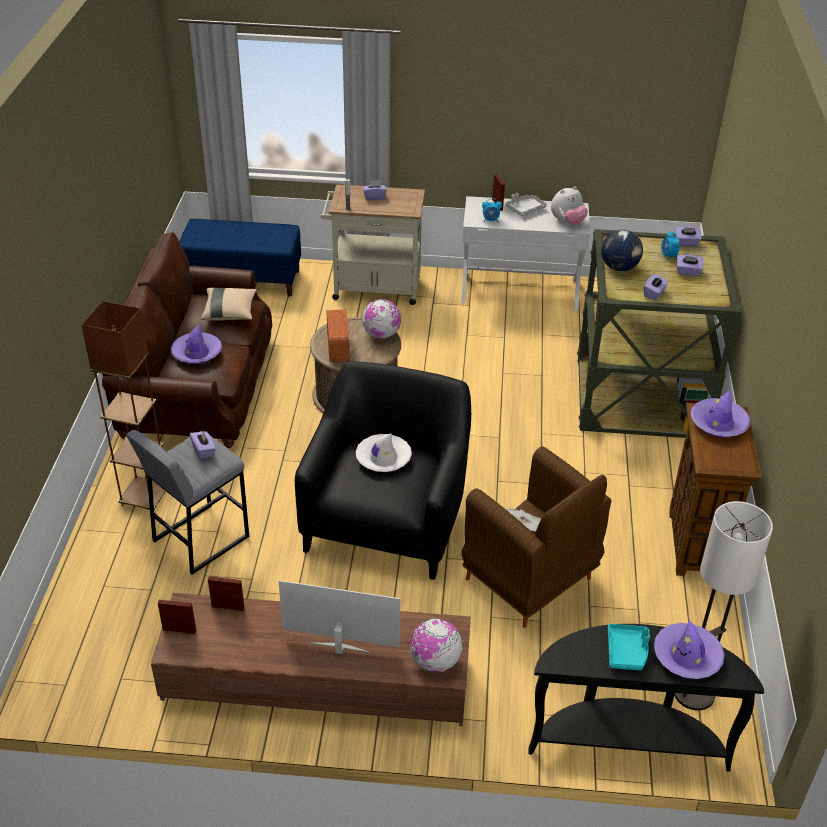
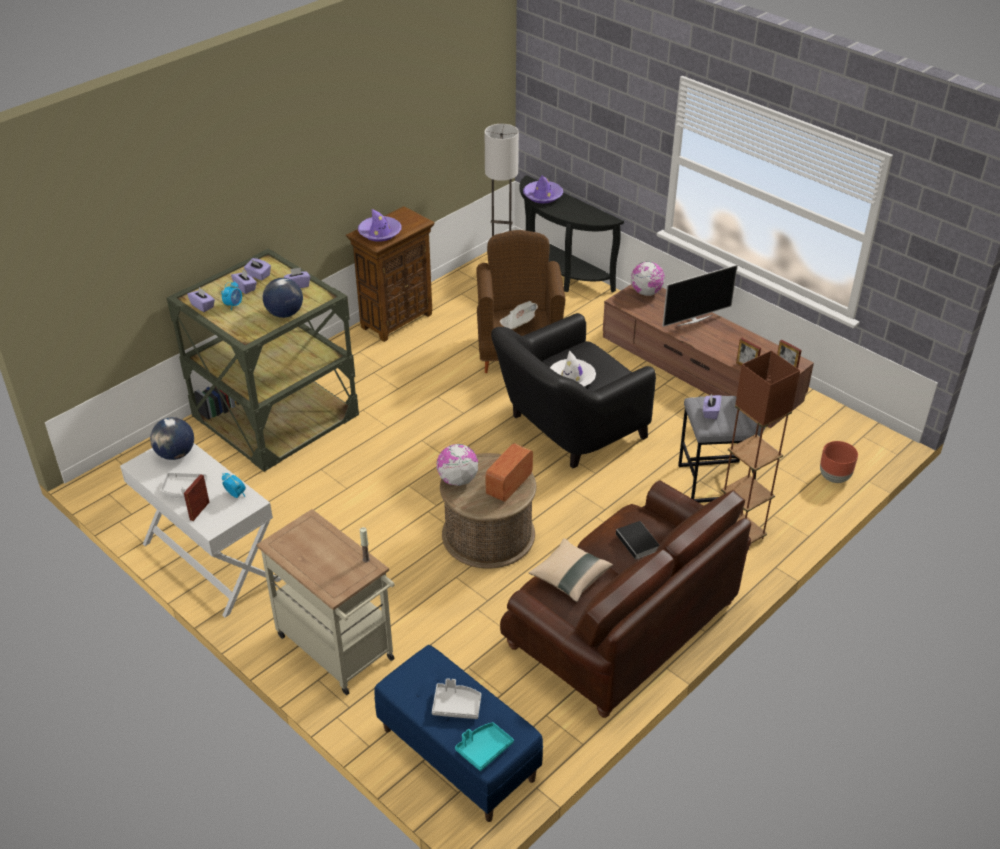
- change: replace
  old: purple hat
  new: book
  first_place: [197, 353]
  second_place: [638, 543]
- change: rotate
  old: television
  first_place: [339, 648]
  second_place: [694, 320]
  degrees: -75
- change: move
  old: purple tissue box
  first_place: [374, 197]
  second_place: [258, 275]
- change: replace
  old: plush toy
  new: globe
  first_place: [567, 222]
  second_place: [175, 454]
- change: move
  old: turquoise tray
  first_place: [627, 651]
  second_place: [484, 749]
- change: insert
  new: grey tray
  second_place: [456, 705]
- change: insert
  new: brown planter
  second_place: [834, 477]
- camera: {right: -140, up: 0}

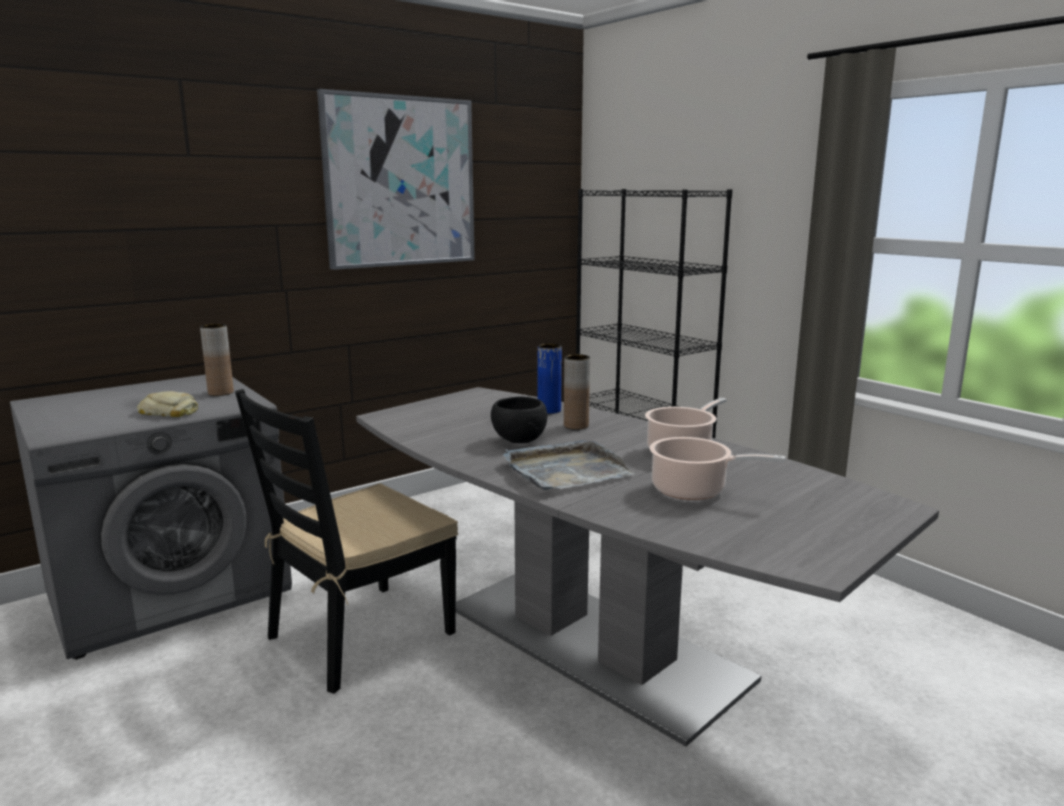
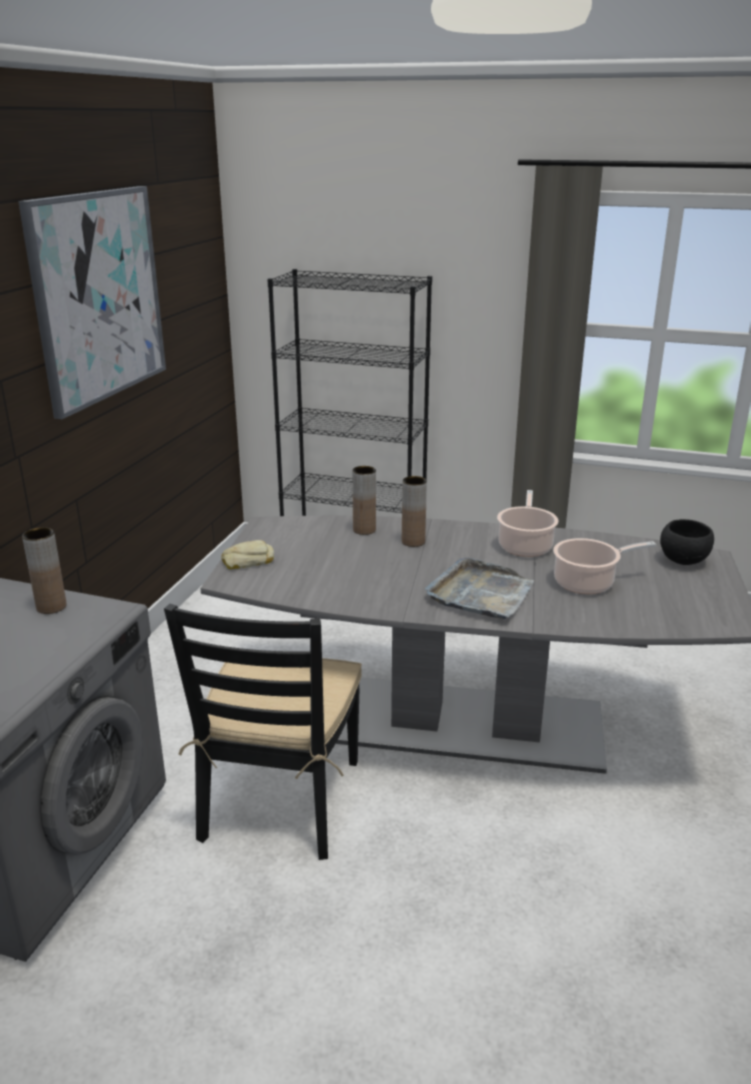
- change: move
  old: bread
  first_place: [169, 412]
  second_place: [247, 561]
- change: move
  old: black bowl
  first_place: [520, 440]
  second_place: [683, 560]
- change: recolor
  old: blue vase
  new: brown vase
  first_place: [549, 410]
  second_place: [364, 530]
- camera: {right: -35, up: 10}

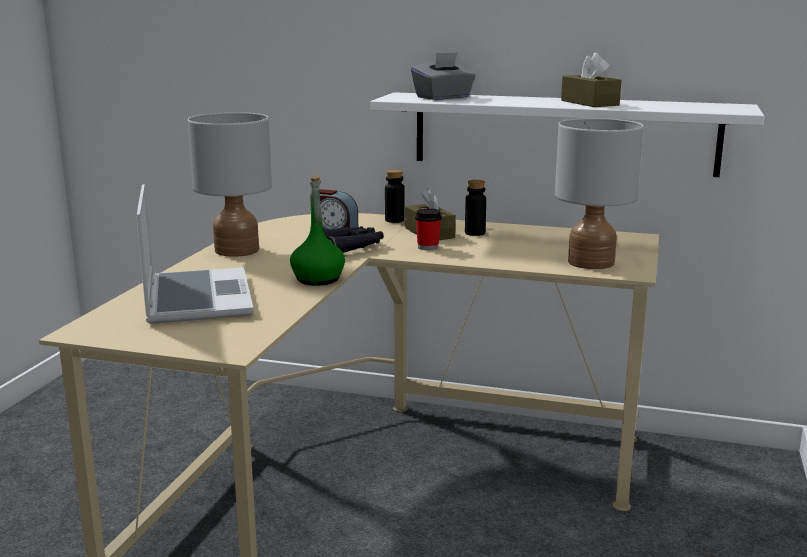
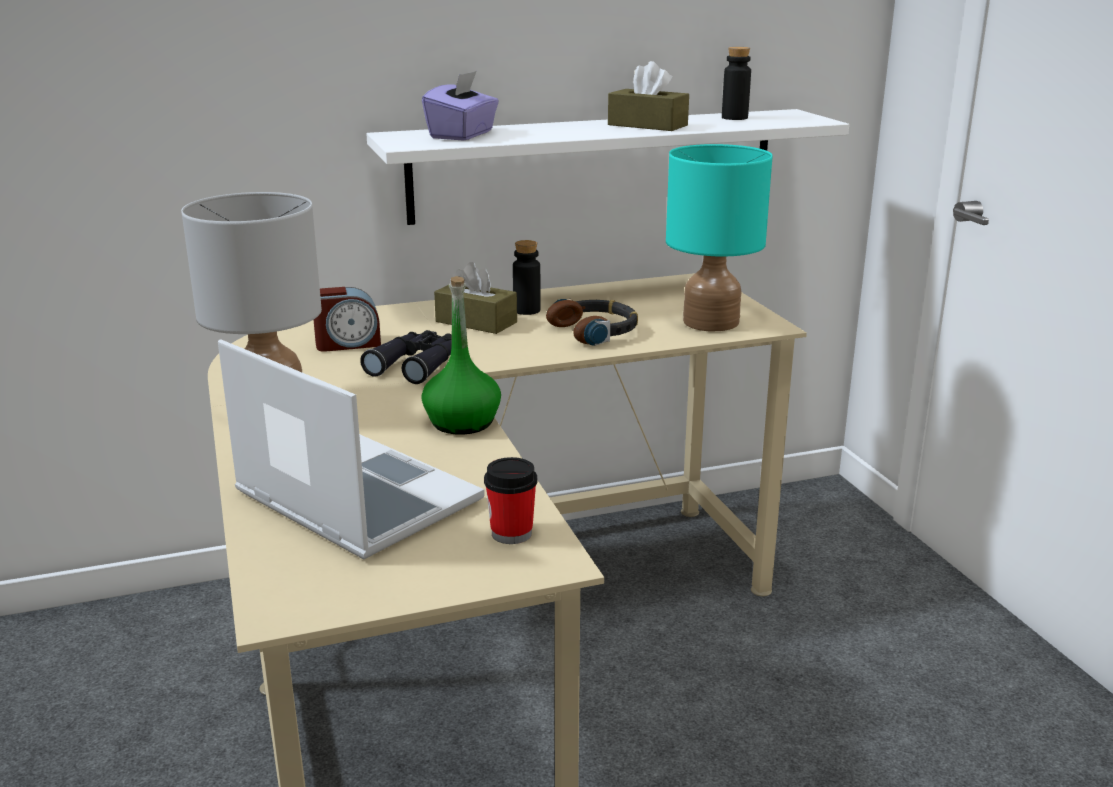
- change: move
  old: black bottle
  first_place: [394, 220]
  second_place: [734, 118]
- change: recolor
  old: grey tissue box
  new: purple tissue box
  first_place: [443, 97]
  second_place: [462, 135]
- change: move
  old: cup
  first_place: [428, 247]
  second_place: [511, 533]
- change: recolor
  old: grey table lamp
  new: turquoise table lamp
  first_place: [590, 262]
  second_place: [709, 322]
- change: insert
  new: headphones
  second_place: [595, 331]
- camera: {right: -35, up: 5}

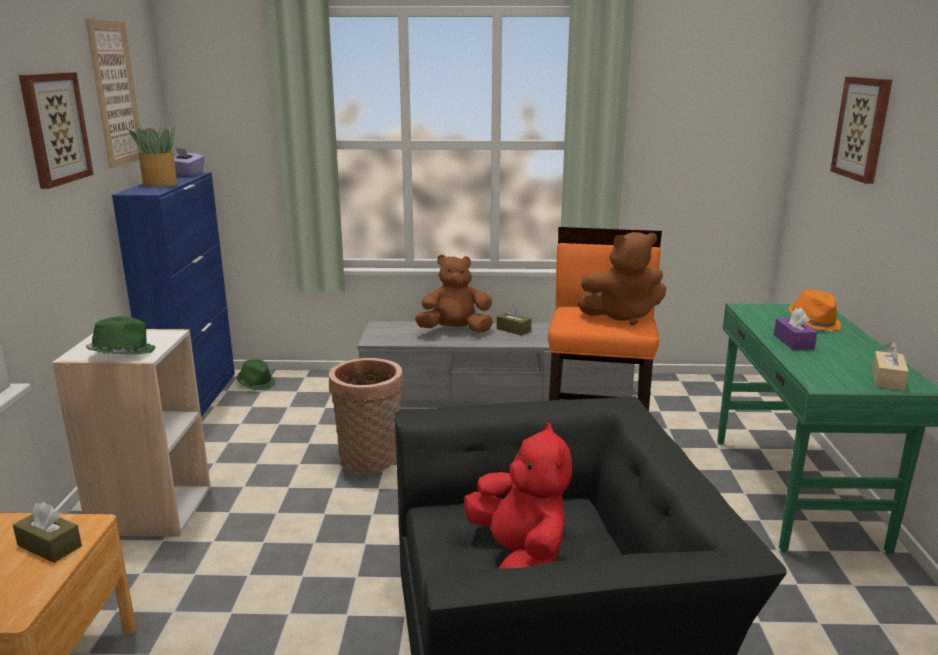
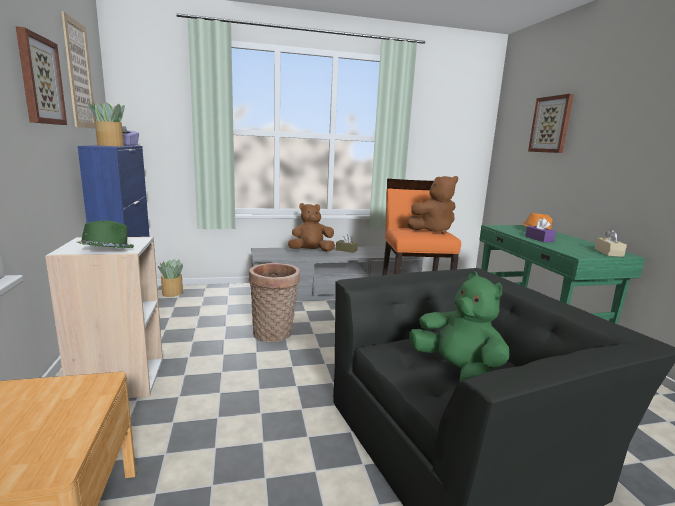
- change: delete
  old: brown tissue box
  first_place: [49, 546]
- change: replace
  old: green hat
  new: potted plant
  first_place: [256, 383]
  second_place: [172, 293]
- change: recolor
  old: red plush toy
  new: green plush toy
  first_place: [520, 559]
  second_place: [457, 373]
- camera: {right: -15, up: -5}

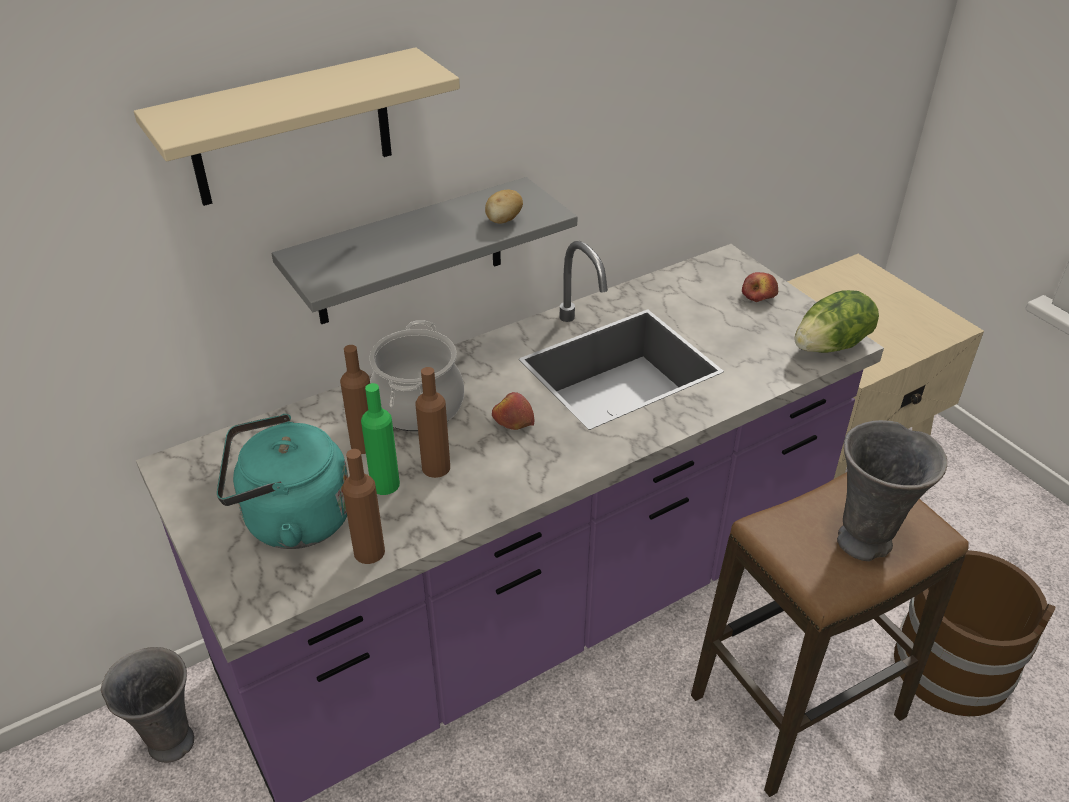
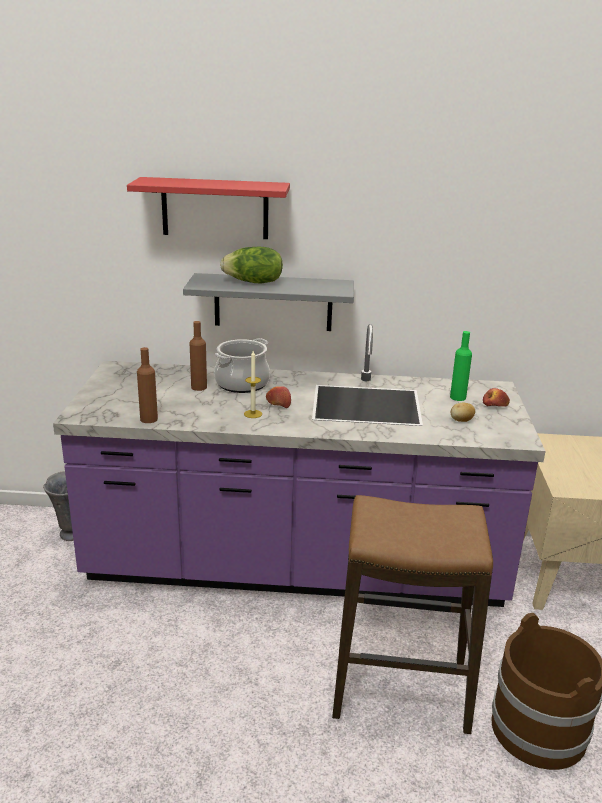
- change: recolor
  old: beige shelf
  new: red shelf
  first_place: [291, 129]
  second_place: [215, 208]
- change: delete
  old: turquoise kettle
  first_place: [291, 520]
- change: move
  old: green bottle
  first_place: [385, 484]
  second_place: [458, 397]
- change: delete
  old: brown bottle
  first_place: [436, 467]
- change: move
  old: potato
  first_place: [503, 221]
  second_place: [461, 421]
- change: move
  old: lettuce
  first_place: [832, 345]
  second_place: [254, 282]
- change: delete
  old: grey vase
  first_place: [866, 543]
- change: insert
  new: candle
  second_place: [253, 414]
- camera: {right: 35, up: -15}

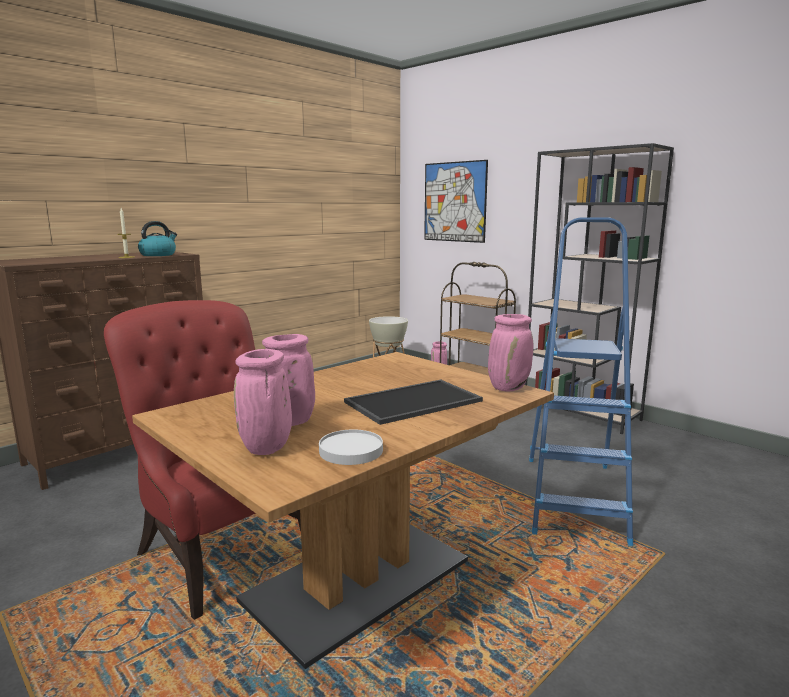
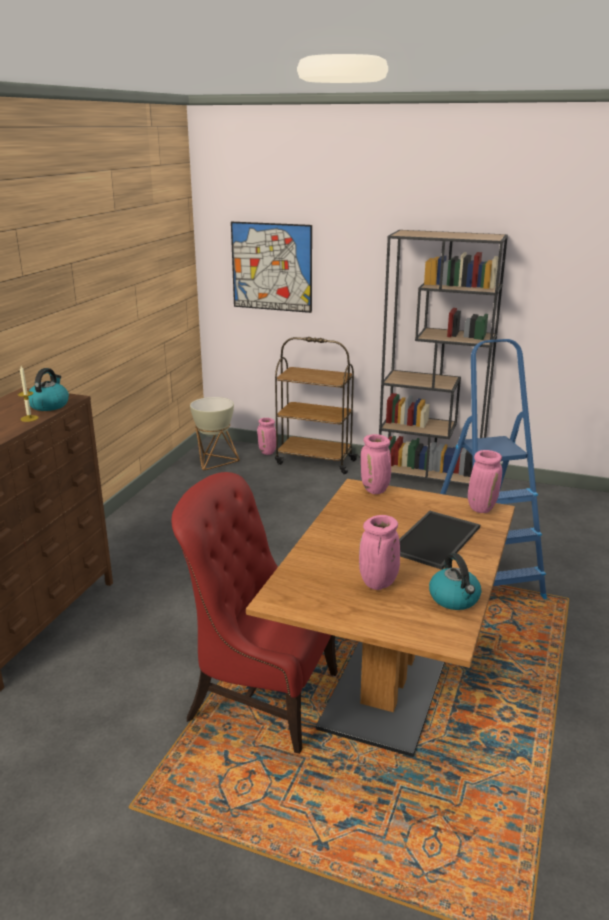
- change: move
  old: pink vase
  first_place: [266, 449]
  second_place: [375, 490]
- change: replace
  old: white plate
  new: kettle
  first_place: [351, 450]
  second_place: [454, 599]
- camera: {right: -25, up: 10}

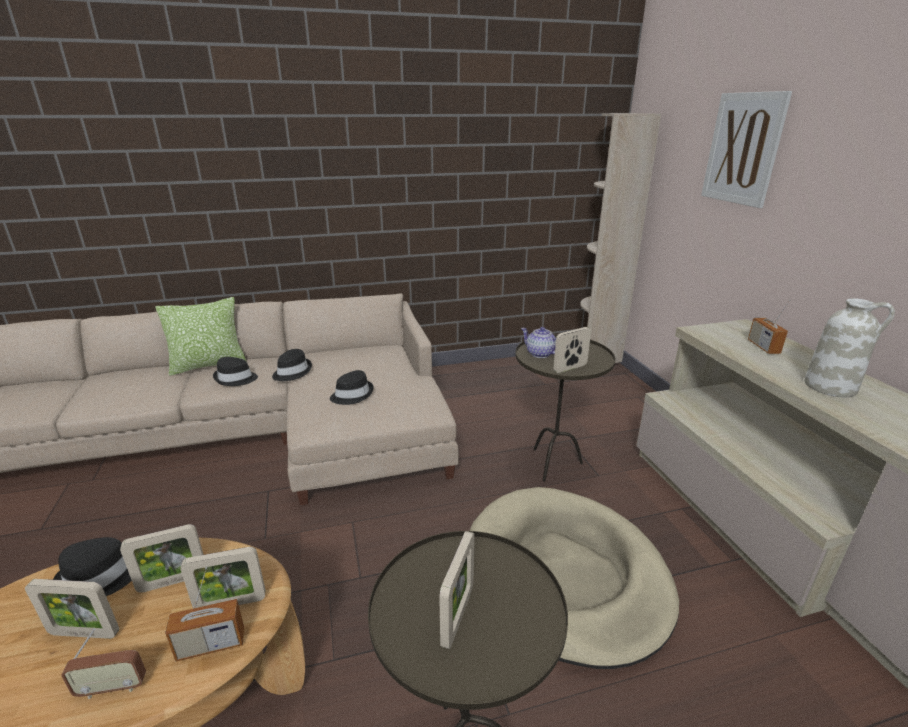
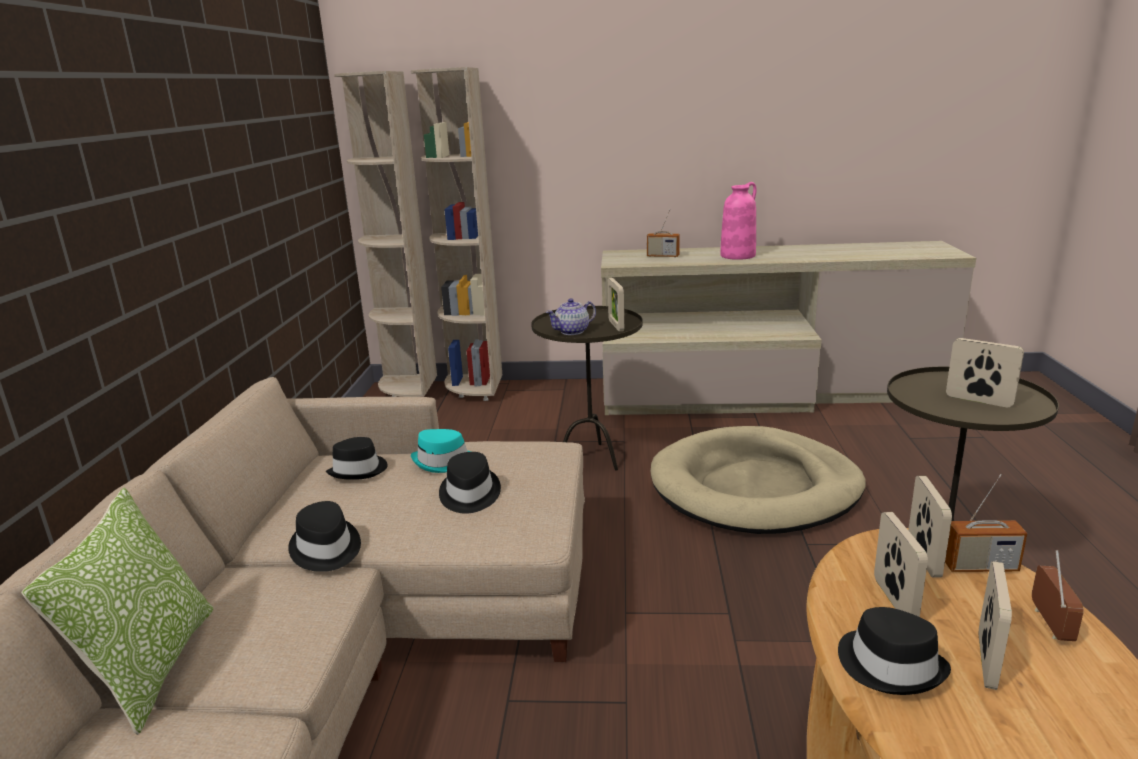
- change: rotate
  old: radio
  first_place: [211, 644]
  second_place: [980, 566]
  degrees: 90
- change: move
  old: black hat
  first_place: [235, 379]
  second_place: [359, 470]
- change: delete
  old: picture
  first_place: [743, 149]
- change: recolor
  old: white vase
  new: pink vase
  first_place: [831, 387]
  second_place: [738, 255]
- change: insert
  new: beige bookcase
  second_place: [473, 392]
- change: insert
  new: turquoise hat
  second_place: [444, 462]
- camera: {right: -70, up: -5}

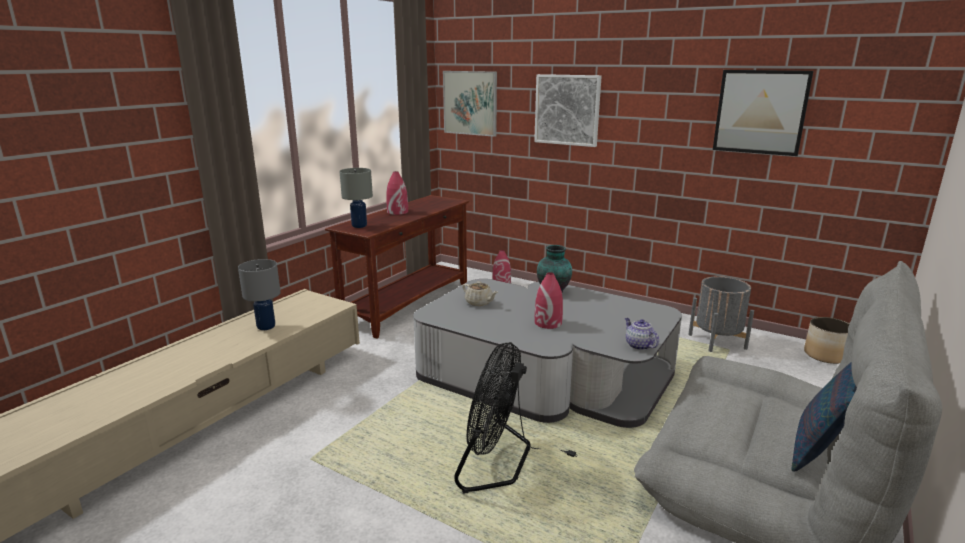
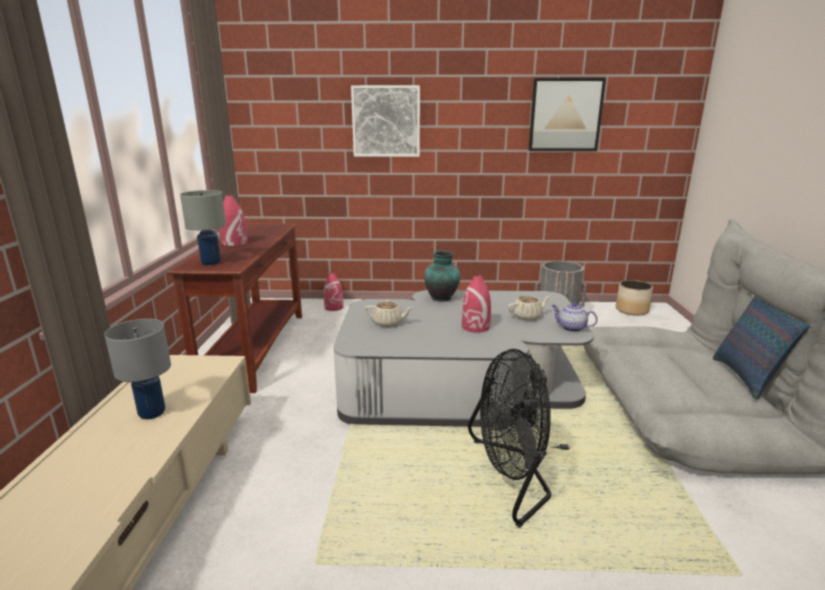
- change: delete
  old: picture
  first_place: [470, 103]
- change: insert
  new: beige teapot
  second_place: [527, 316]
- camera: {right: -30, up: 0}

